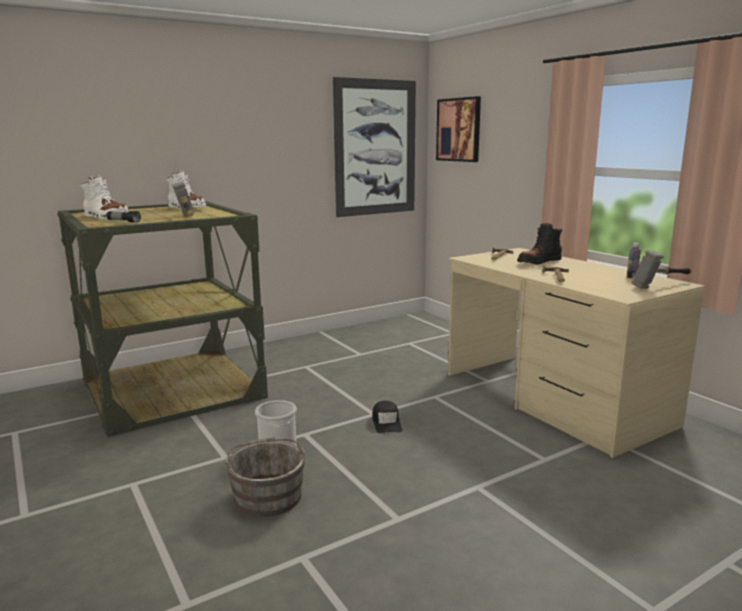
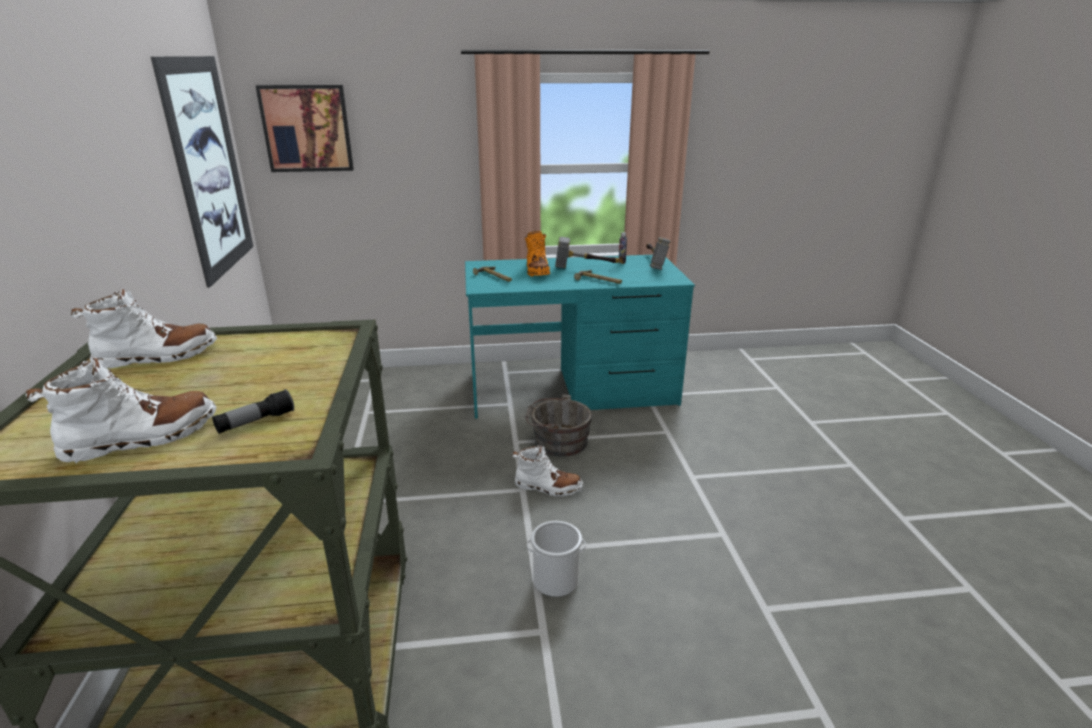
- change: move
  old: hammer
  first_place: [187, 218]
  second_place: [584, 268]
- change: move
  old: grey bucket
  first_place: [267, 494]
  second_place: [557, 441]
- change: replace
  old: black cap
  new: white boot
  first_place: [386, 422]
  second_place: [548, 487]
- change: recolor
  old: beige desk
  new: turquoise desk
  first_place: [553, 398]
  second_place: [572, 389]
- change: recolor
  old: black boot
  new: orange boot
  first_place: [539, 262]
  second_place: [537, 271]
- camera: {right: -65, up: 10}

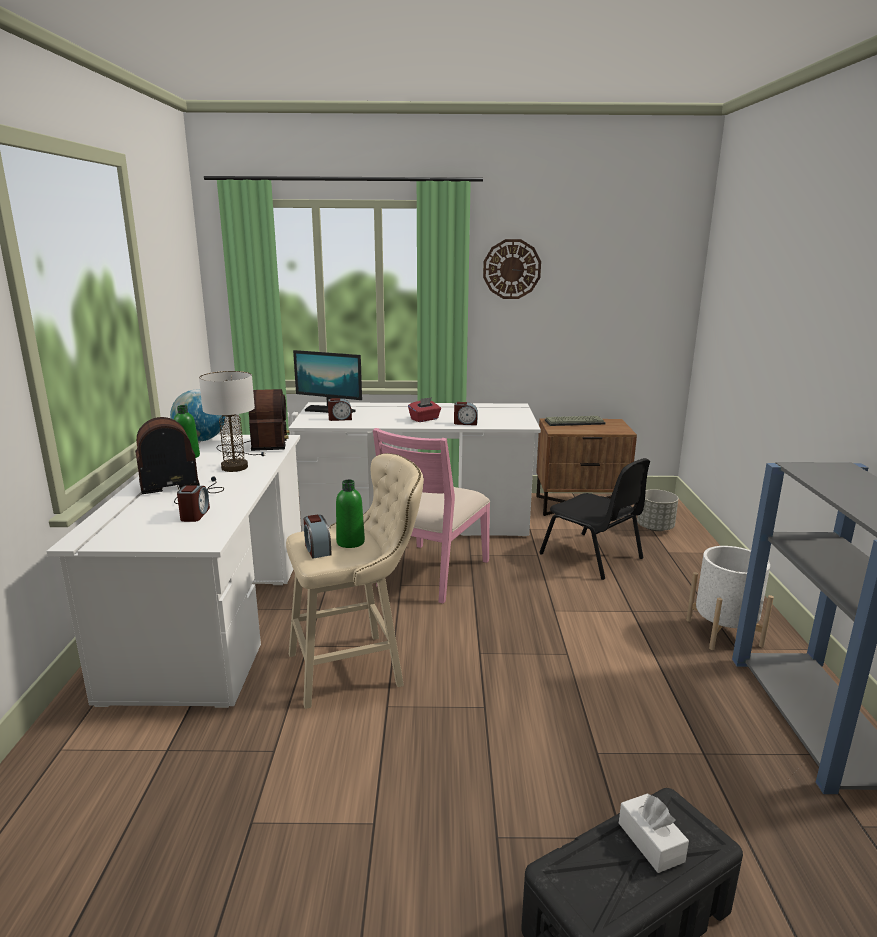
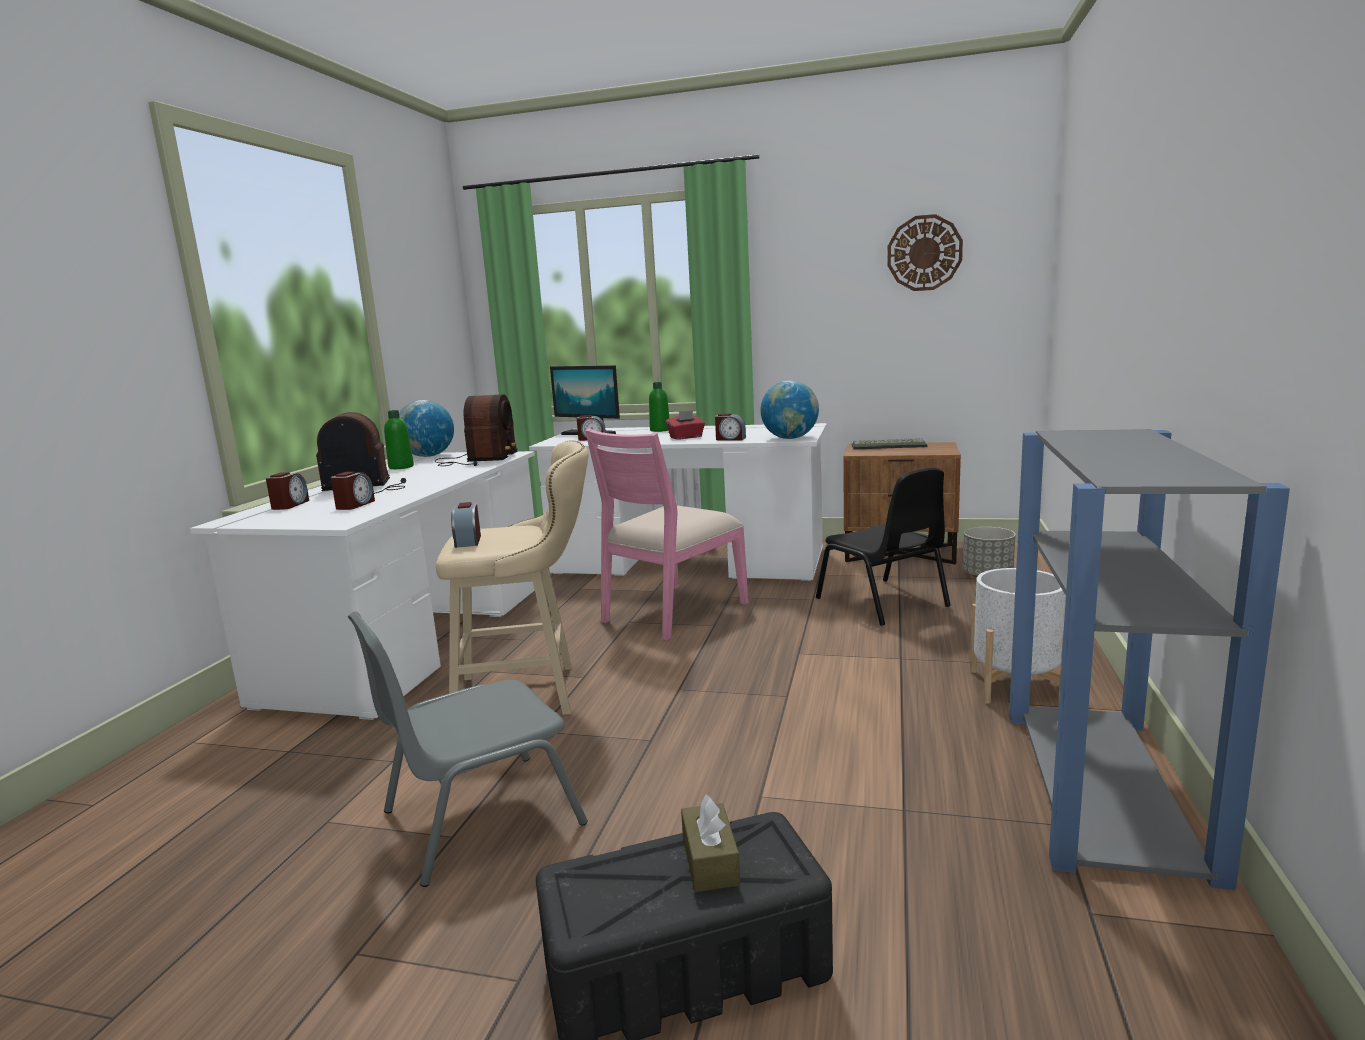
- change: delete
  old: table lamp
  first_place: [234, 467]
- change: move
  old: green bottle
  first_place: [350, 542]
  second_place: [660, 430]
- change: move
  old: wall clock
  first_place: [511, 269]
  second_place: [924, 253]
- change: recolor
  old: white tissue box
  new: brown tissue box
  first_place: [650, 842]
  second_place: [710, 861]
- change: insert
  new: alarm clock
  second_place: [290, 505]
- change: insert
  new: grey chair
  second_place: [478, 817]
- change: insert
  new: globe
  second_place: [790, 438]
- camera: {right: 15, up: -5}

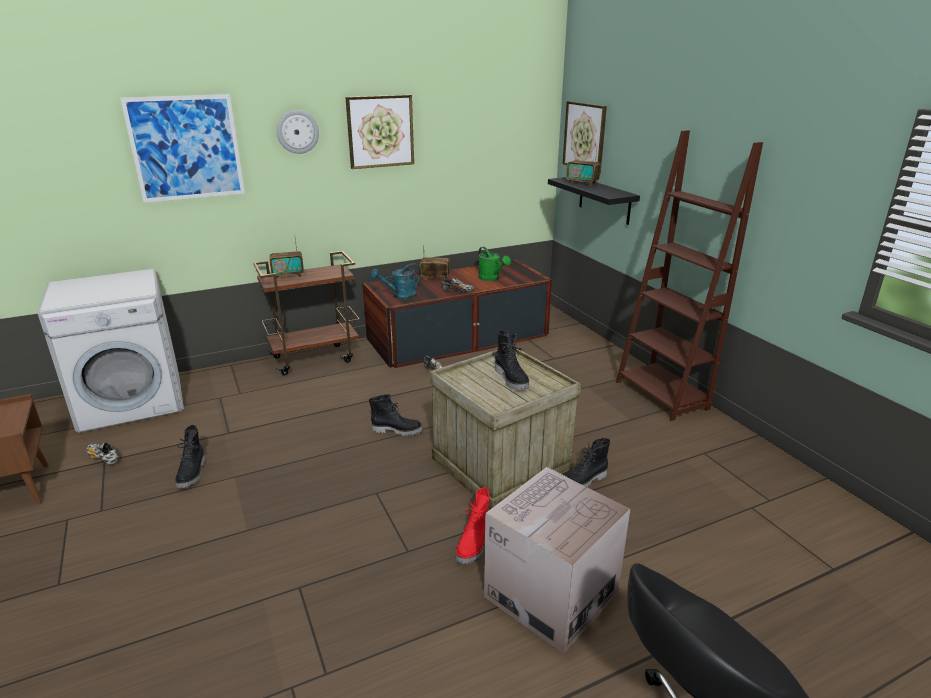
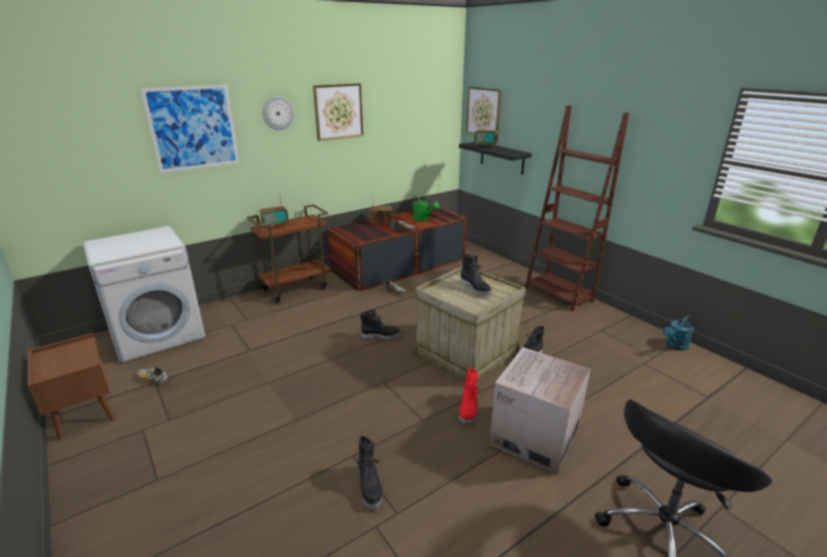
- change: move
  old: black boot
  first_place: [193, 473]
  second_place: [370, 487]
- change: move
  old: turquoise watering can
  first_place: [400, 296]
  second_place: [675, 346]
- camera: {right: -10, up: 0}

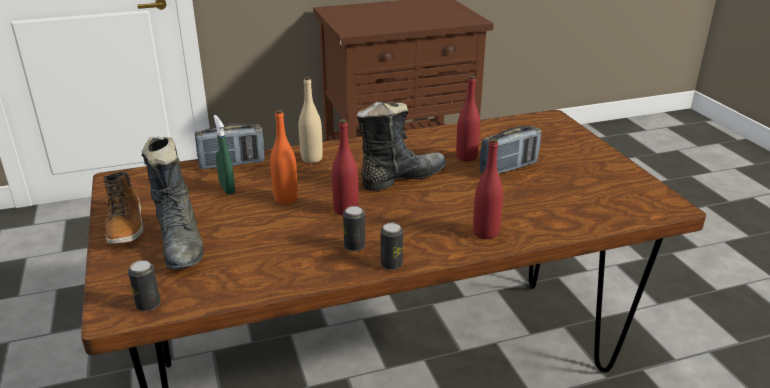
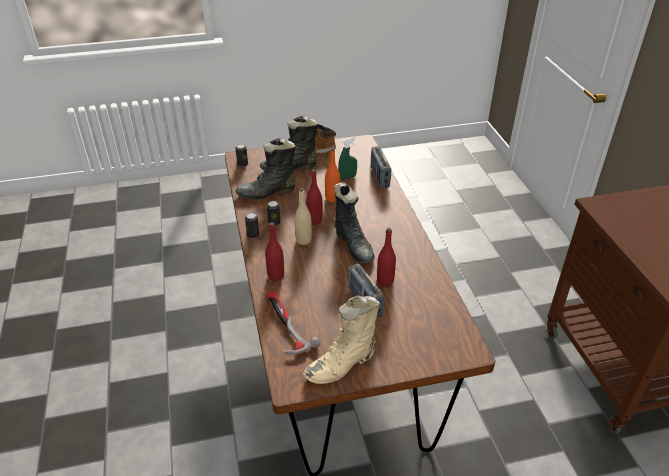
- change: move
  old: beige bottle
  first_place: [311, 158]
  second_place: [303, 240]
- change: insert
  new: black boot
  second_place: [267, 192]
- change: insert
  new: hammer
  second_place: [285, 324]
- change: insert
  new: beige boot
  second_place: [342, 364]
- camera: {right: 95, up: 10}

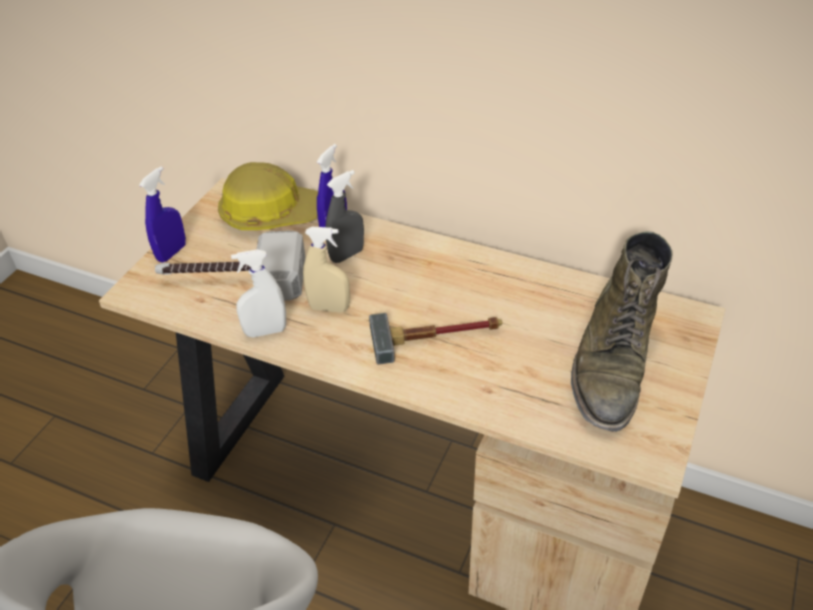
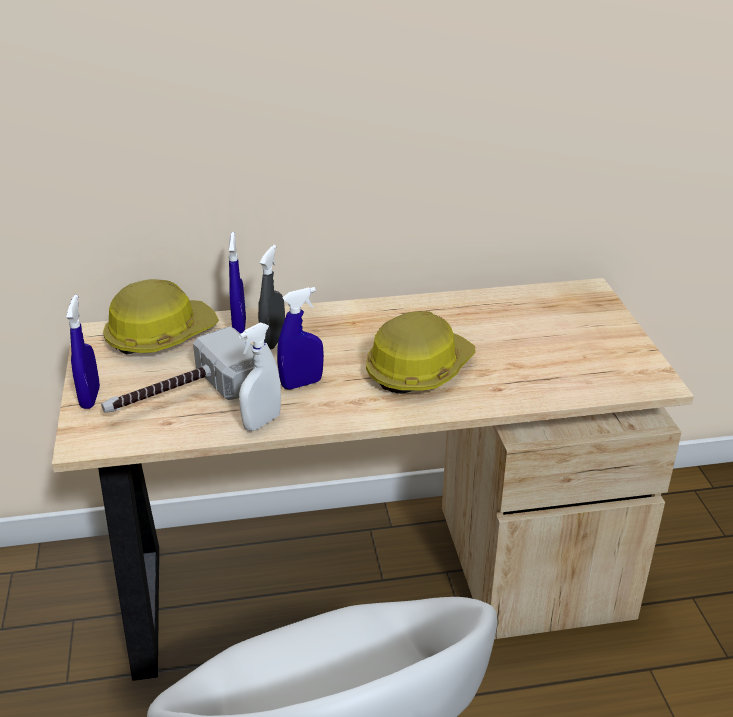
- change: recolor
  old: beige spray bottle
  new: blue spray bottle
  first_place: [329, 308]
  second_place: [301, 383]
- change: replace
  old: hammer
  new: hard hat
  first_place: [437, 337]
  second_place: [418, 369]
- change: delete
  old: green boot
  first_place: [612, 363]
- camera: {right: -35, up: -10}

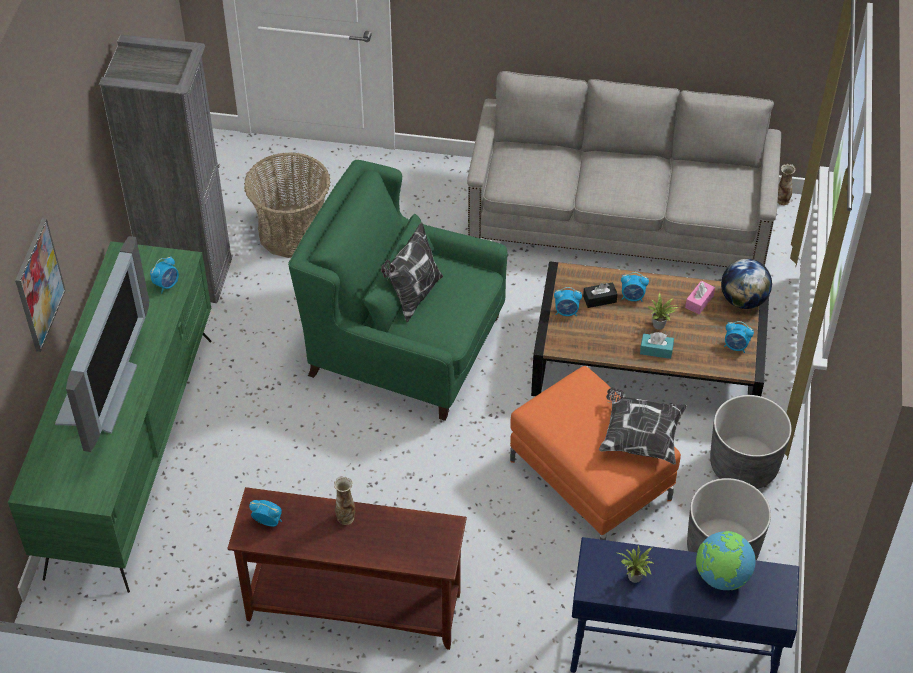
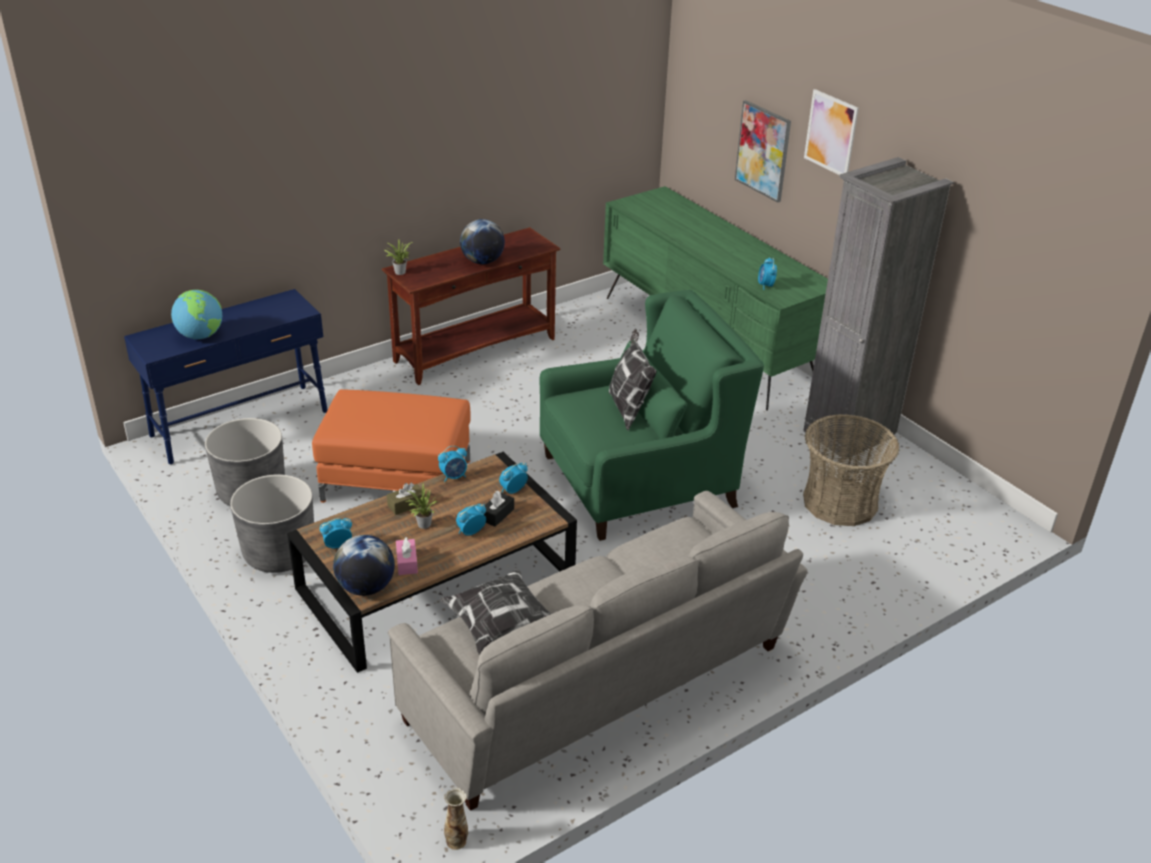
- change: delete
  old: television
  first_place: [103, 395]
- change: move
  old: alarm clock
  first_place: [268, 521]
  second_place: [454, 477]
- change: replace
  old: vase
  new: globe
  first_place: [345, 517]
  second_place: [482, 261]
- change: move
  old: pillow
  first_place: [639, 437]
  second_place: [503, 627]
- change: move
  old: potted plant
  first_place: [635, 578]
  second_place: [399, 272]
- change: recolor
  old: turquoise tissue box
  new: brown tissue box
  first_place: [656, 350]
  second_place: [406, 505]
- change: insert
  new: picture
  second_place: [831, 133]
- camera: {right: 135, up: -15}

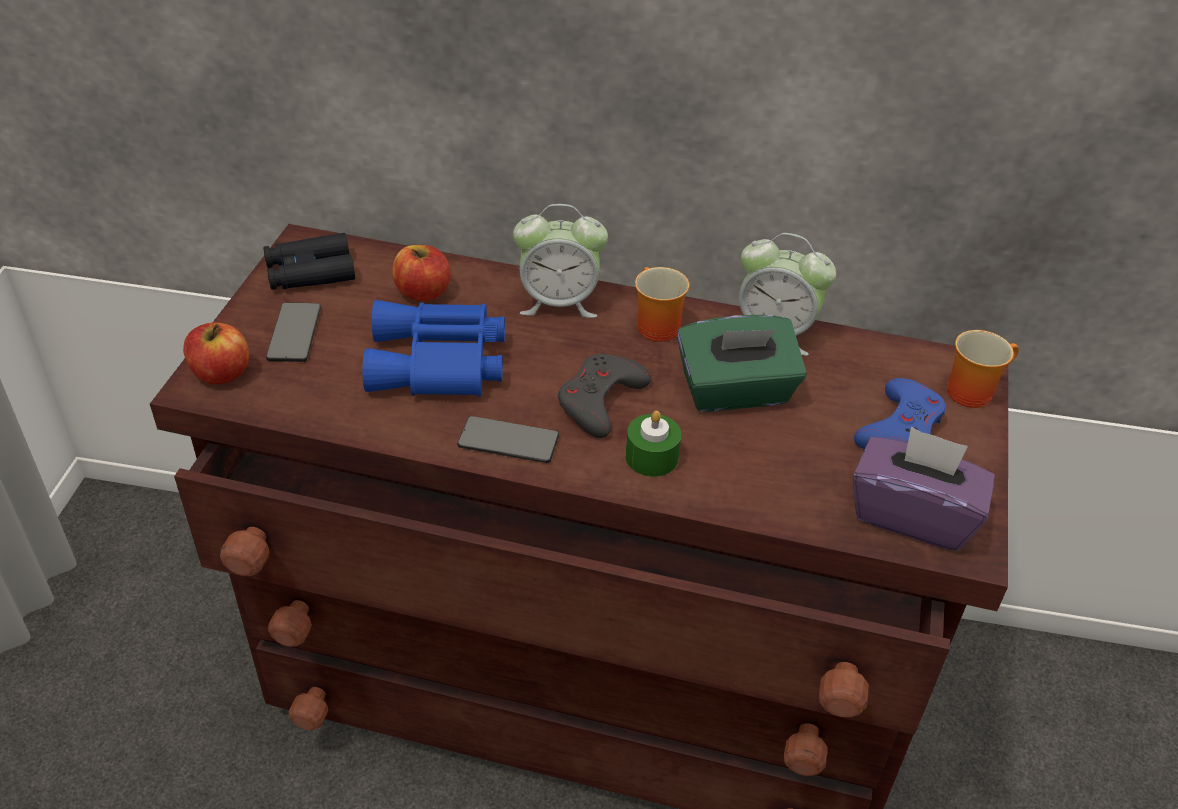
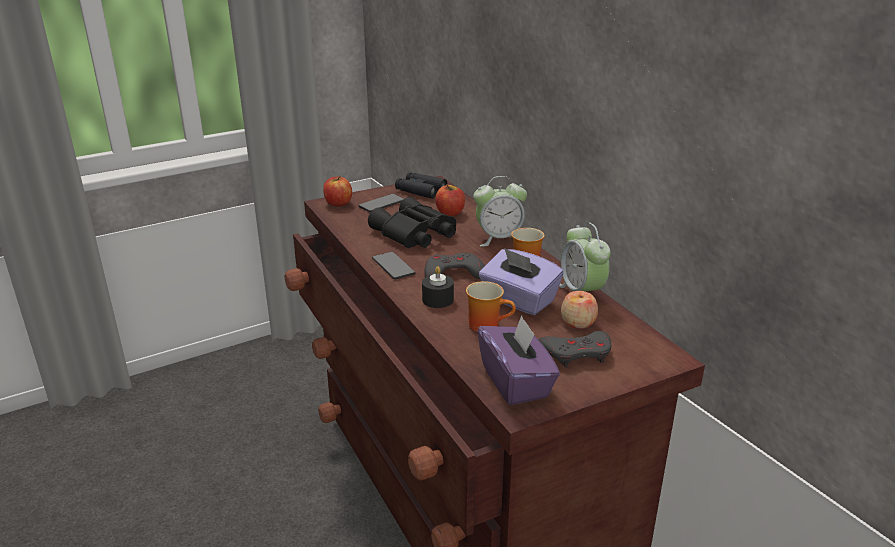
- change: recolor
  old: blue binoculars
  new: black binoculars
  first_place: [439, 364]
  second_place: [414, 234]
- change: rotate
  old: alarm clock
  first_place: [559, 302]
  second_place: [499, 239]
  degrees: -60
- change: recolor
  old: green candle
  new: black candle
  first_place: [651, 457]
  second_place: [438, 299]
- change: recolor
  old: green tissue box
  new: purple tissue box
  first_place: [735, 391]
  second_place: [518, 301]
- change: recolor
  old: blue game controller
  new: grey game controller
  first_place: [900, 427]
  second_place: [576, 353]
- change: move
  old: mug
  first_place: [971, 389]
  second_place: [488, 324]
- change: insert
  new: apple
  second_place: [578, 322]
- camera: {right: 50, up: -15}

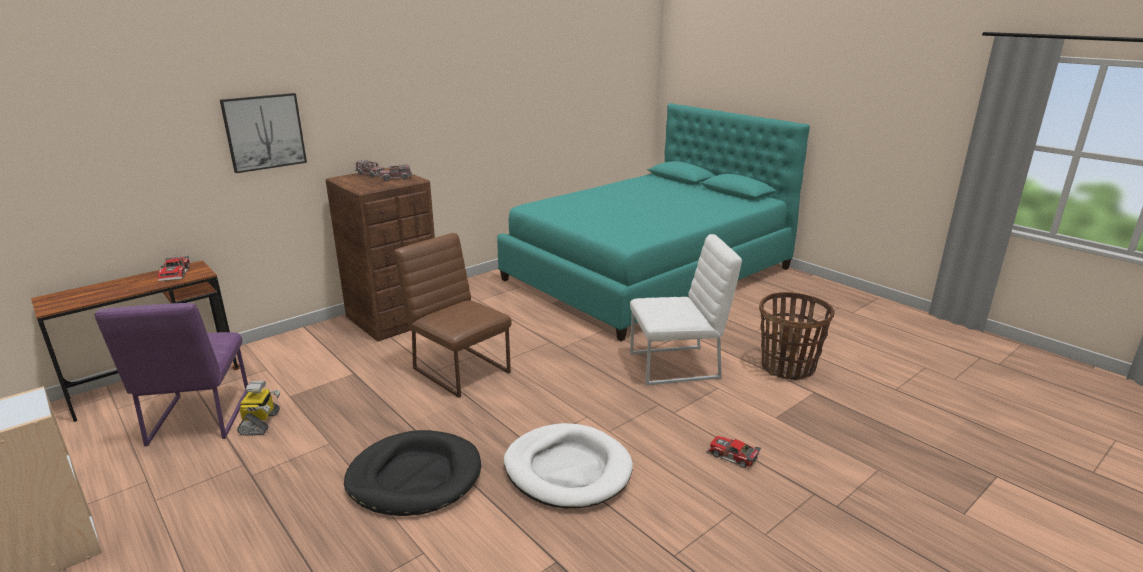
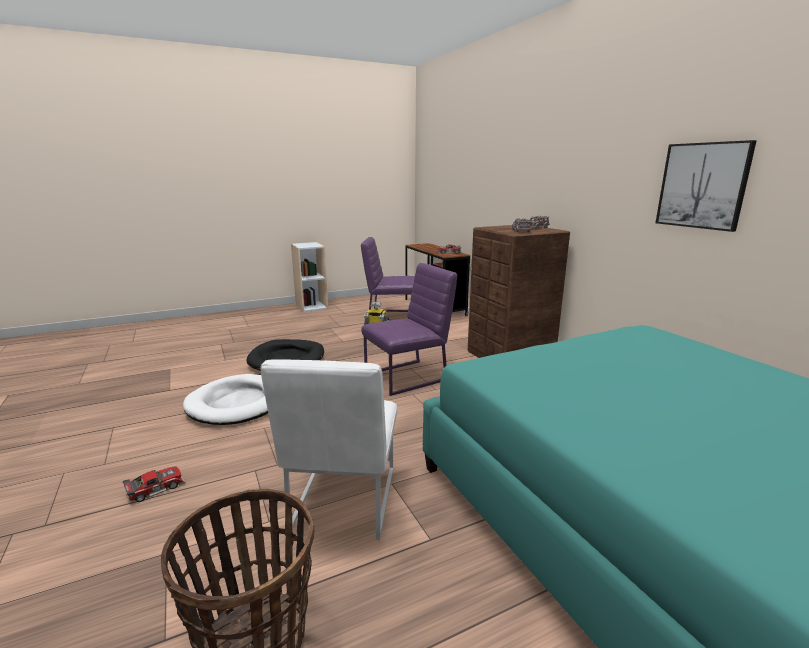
- change: move
  old: picture
  first_place: [264, 132]
  second_place: [702, 185]
- change: recolor
  old: brown chair
  new: purple chair
  first_place: [460, 369]
  second_place: [408, 377]
- camera: {right: 105, up: -5}

